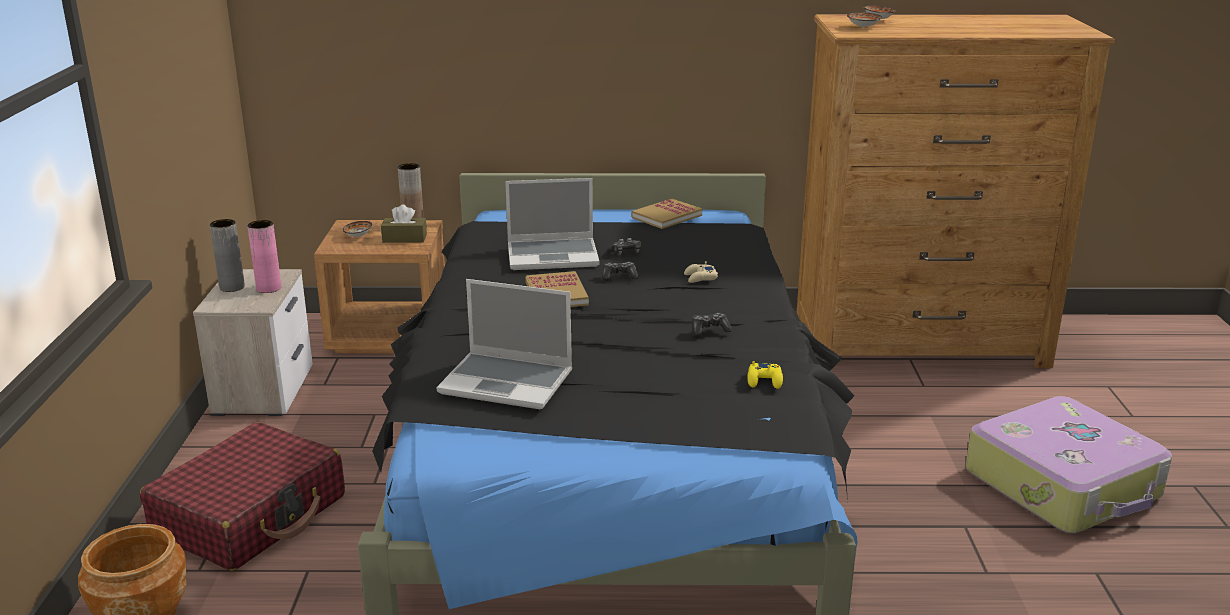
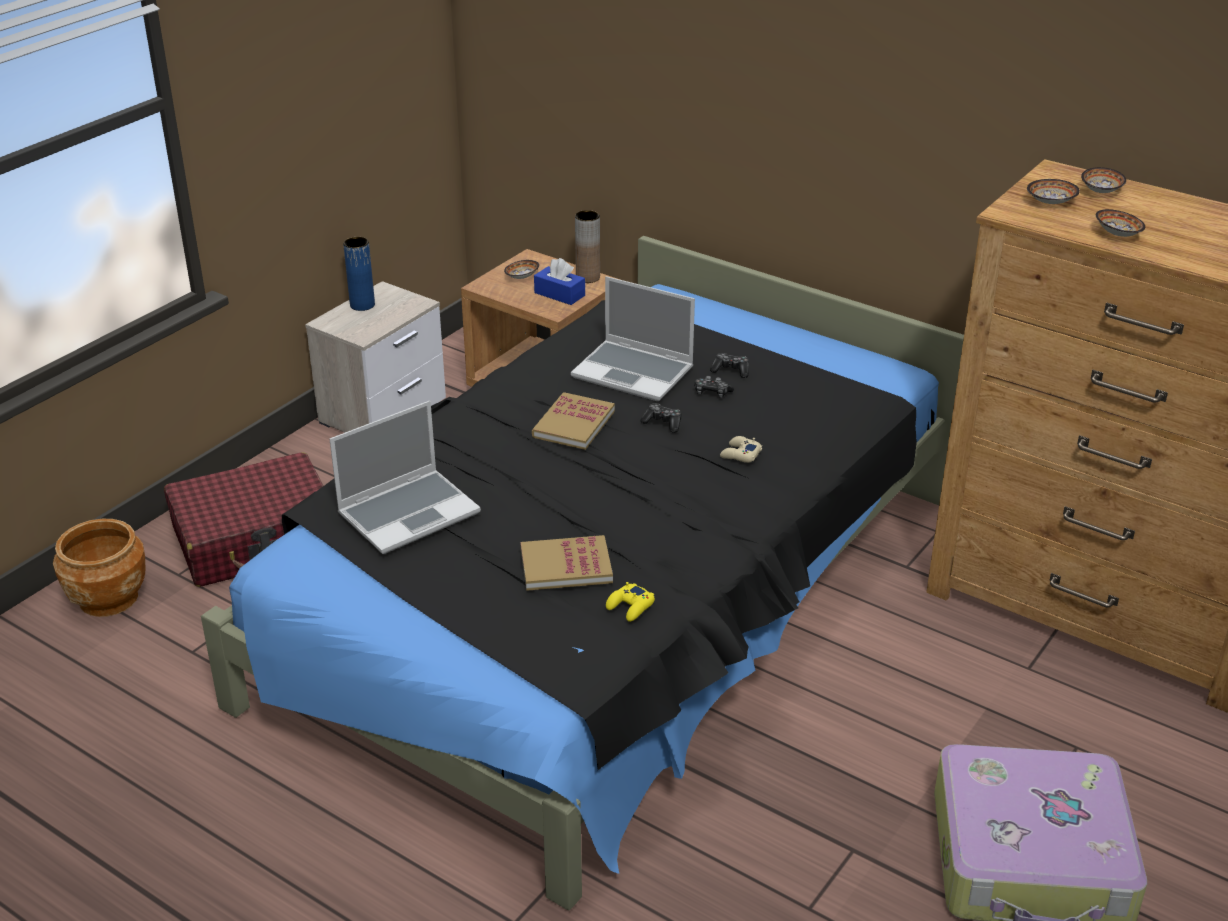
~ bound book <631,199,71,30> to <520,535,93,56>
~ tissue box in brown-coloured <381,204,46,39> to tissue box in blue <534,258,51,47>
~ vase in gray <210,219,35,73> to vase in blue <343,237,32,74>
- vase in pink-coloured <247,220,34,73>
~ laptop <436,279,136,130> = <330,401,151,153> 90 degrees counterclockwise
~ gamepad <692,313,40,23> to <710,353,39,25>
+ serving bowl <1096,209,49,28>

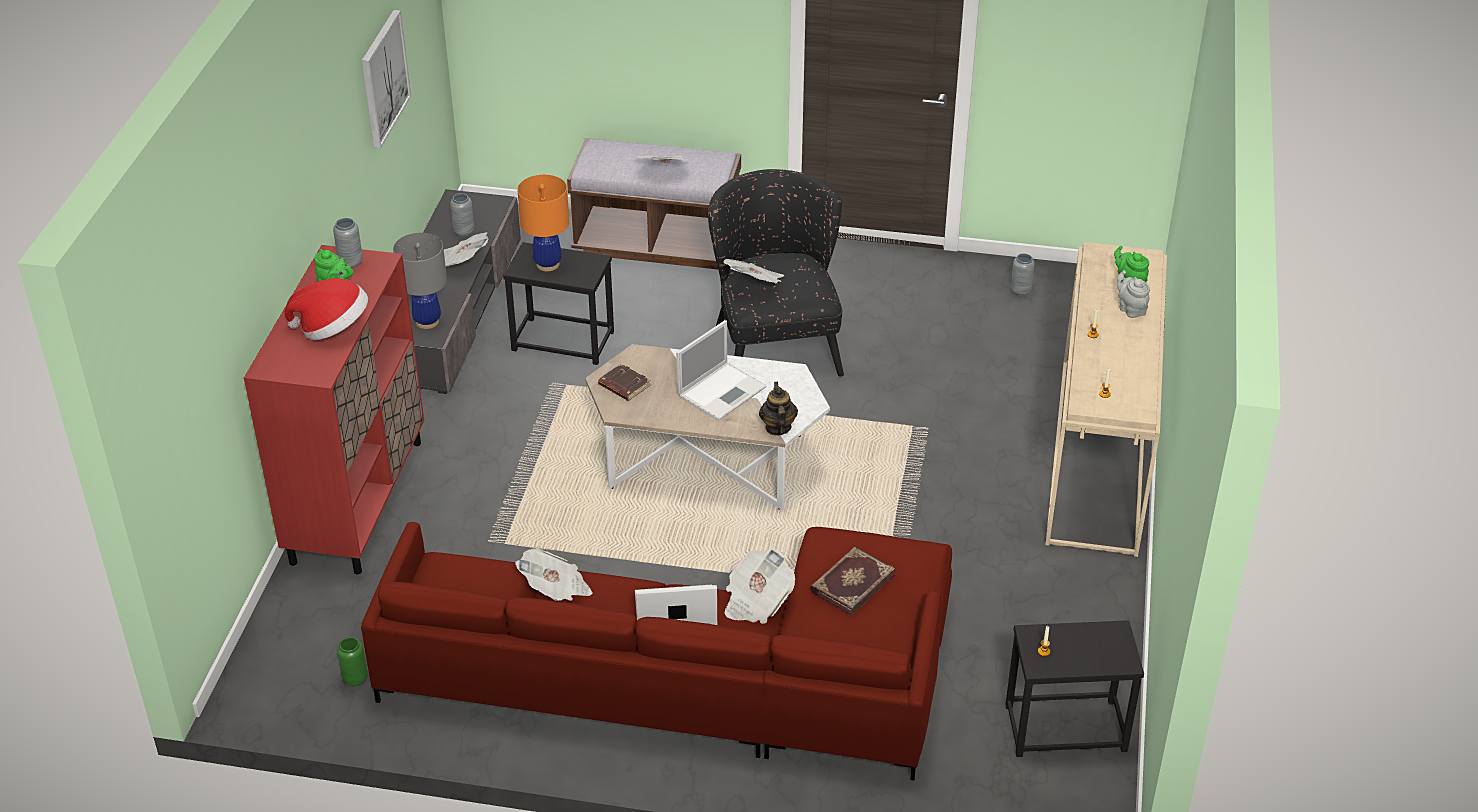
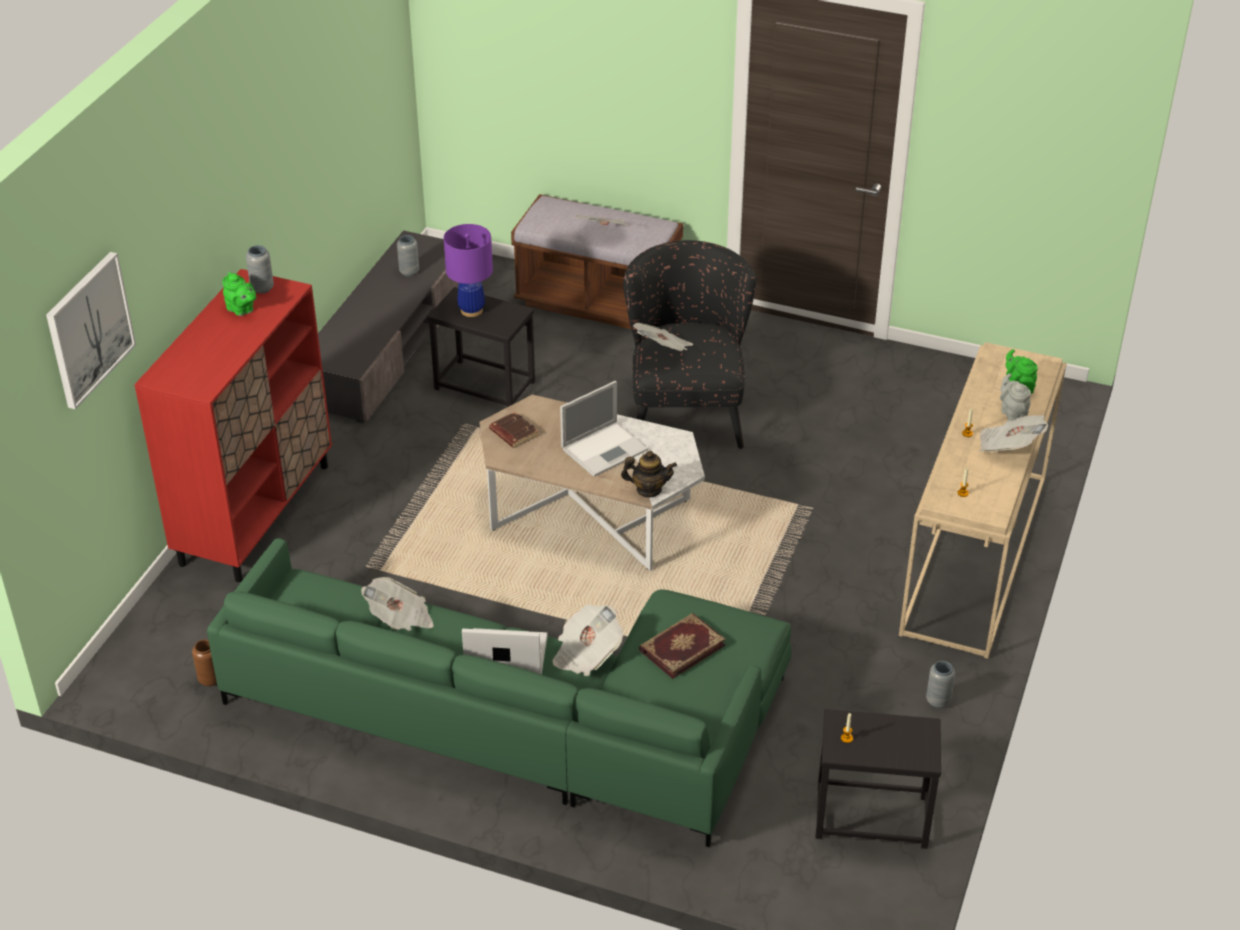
~ wall picture <362,10,49,138> to <46,252,90,158>
~ lamp for a table in orange-coloured <517,175,52,96> to lamp for a table in purplish <444,224,49,93>
~ newspaper <444,232,44,35> to <980,415,68,37>
- lamp for a table in gray <393,233,54,96>
~ vase in gray <1011,253,24,43> to <926,661,29,47>
- hat <284,278,84,62>
~ teapot <759,382,39,54> = <621,451,56,46> 90 degrees clockwise
~ settee in reddish <361,522,591,259> to settee in green <207,538,584,310>
~ vase in green <337,637,31,49> to vase in brown-coloured <192,639,25,47>

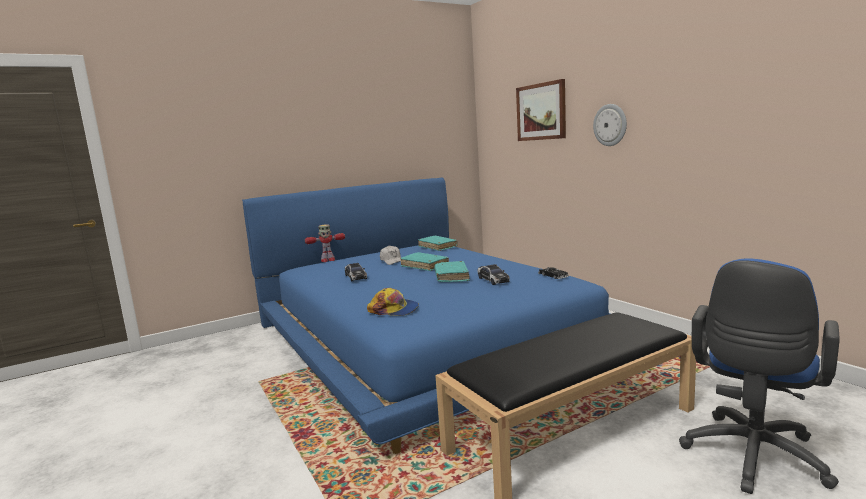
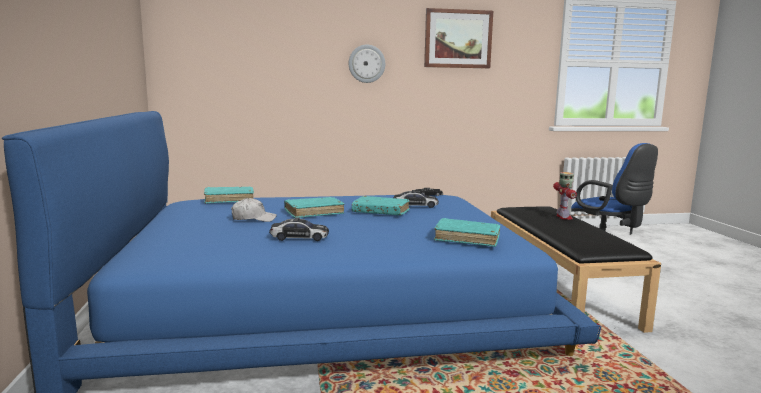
~ wall picture <516,79,50,62> to <424,8,69,60>
~ robot figure <305,224,40,38> to <553,172,24,48>
~ peaked cap <367,288,52,28> to bound book in turquoise <434,218,66,29>

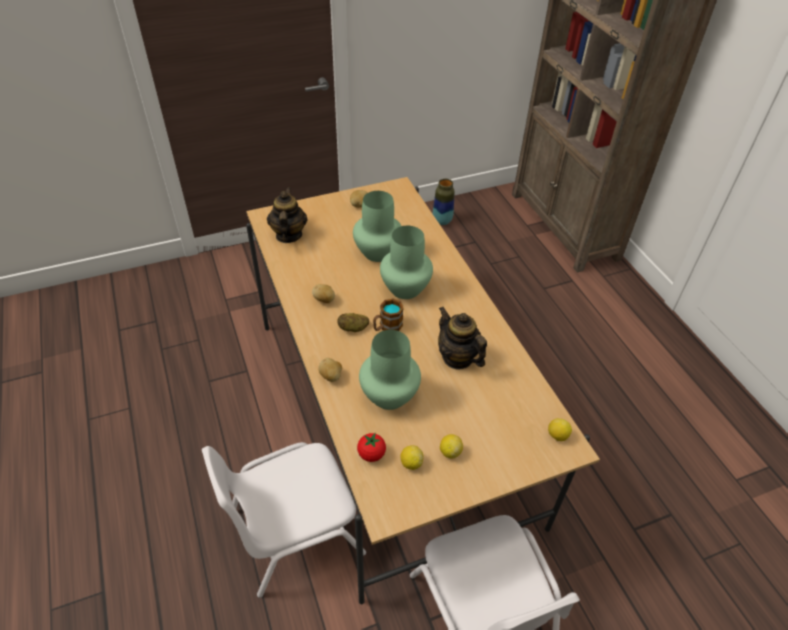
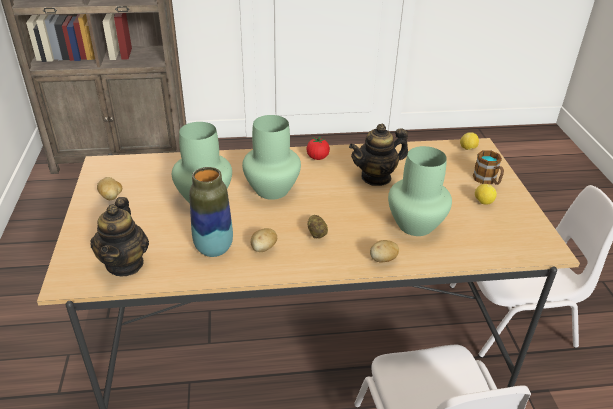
~ vase <433,179,22,46> to <189,167,44,90>
~ teapot <267,187,41,56> = <90,197,59,79> 105 degrees counterclockwise
~ tea mug <373,299,31,32> to <473,150,31,35>
~ tomato <357,433,29,29> to <306,136,24,24>
- lemon <400,445,23,25>

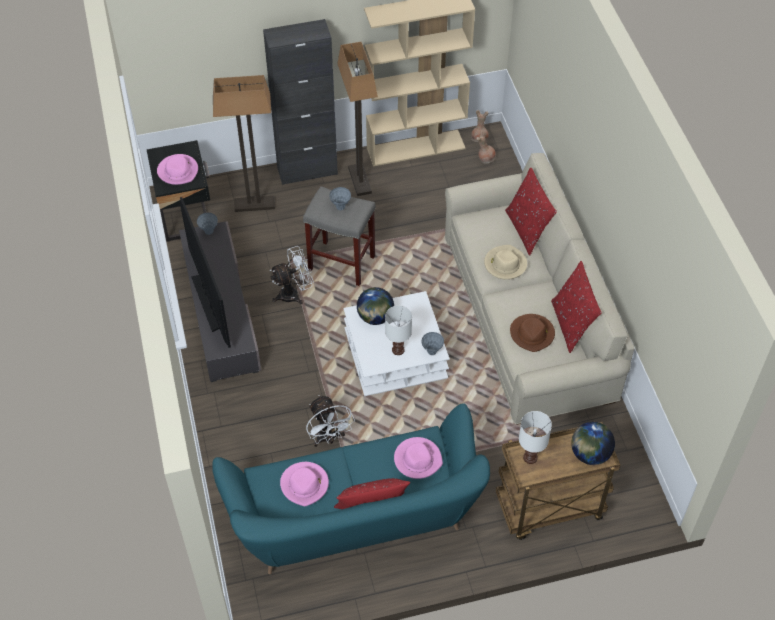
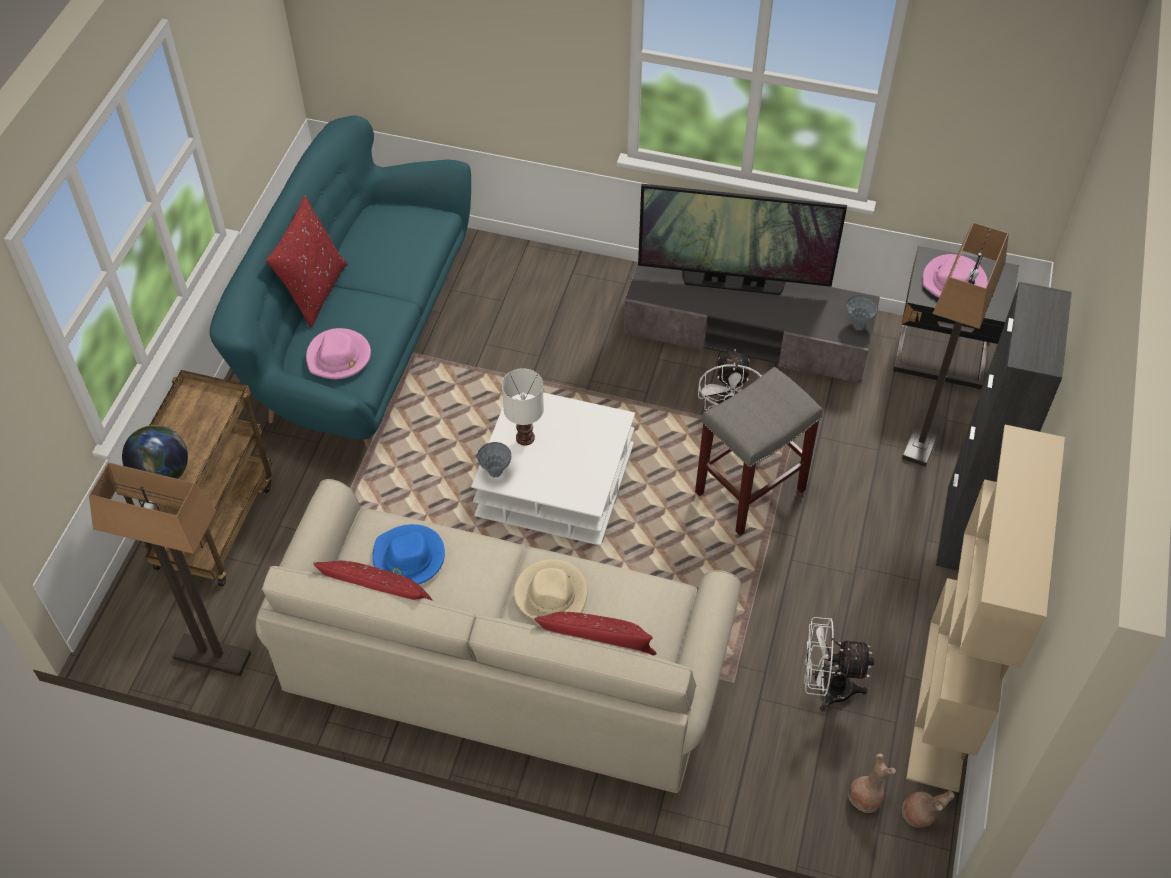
~ floor lamp <337,42,41,154> to <89,462,162,214>
- vase in gray <329,187,22,23>
- world globe <357,287,37,38>
~ hat in brown-coloured <510,314,45,38> to hat in blue <372,524,73,61>
~ fan in whitish <306,395,49,52> to <804,617,70,94>
- lamp for a table in whitish <519,411,33,53>
- hat in pink-coloured <280,462,49,44>

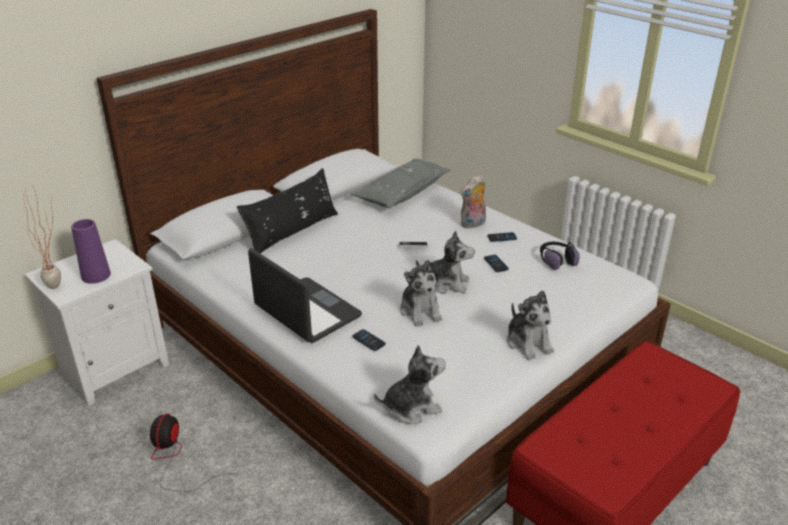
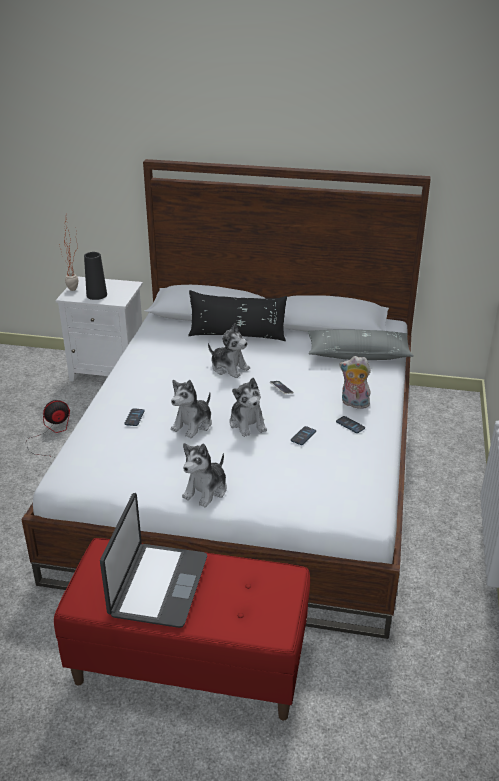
~ vase in purplish <71,219,40,65> to vase in black-coloured <84,252,23,48>
- headset <540,242,40,28>
~ laptop <248,248,114,95> to <100,493,107,135>
~ cuddly toy <374,345,72,78> to <208,323,42,55>

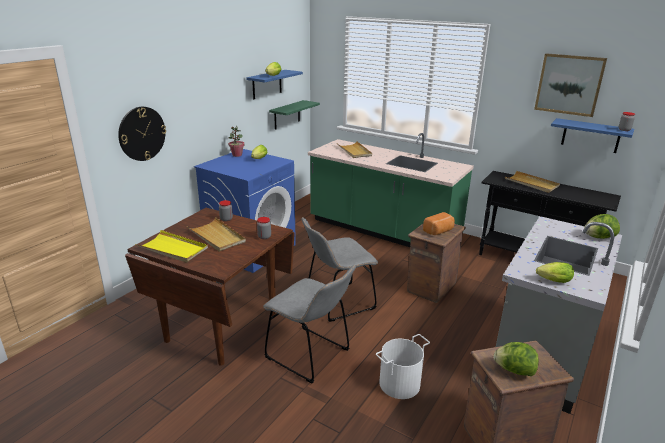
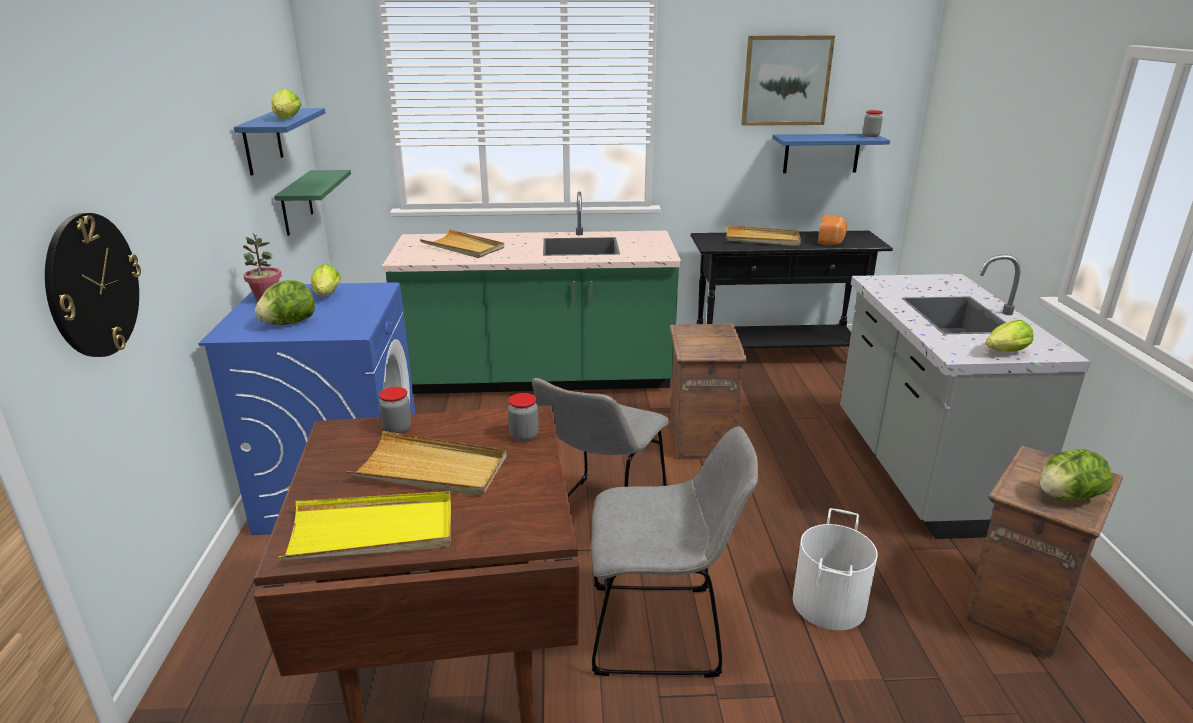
~ bakery bread <423,212,32,23> to <818,215,29,30>
~ lettuce head <584,214,36,25> to <255,280,60,45>

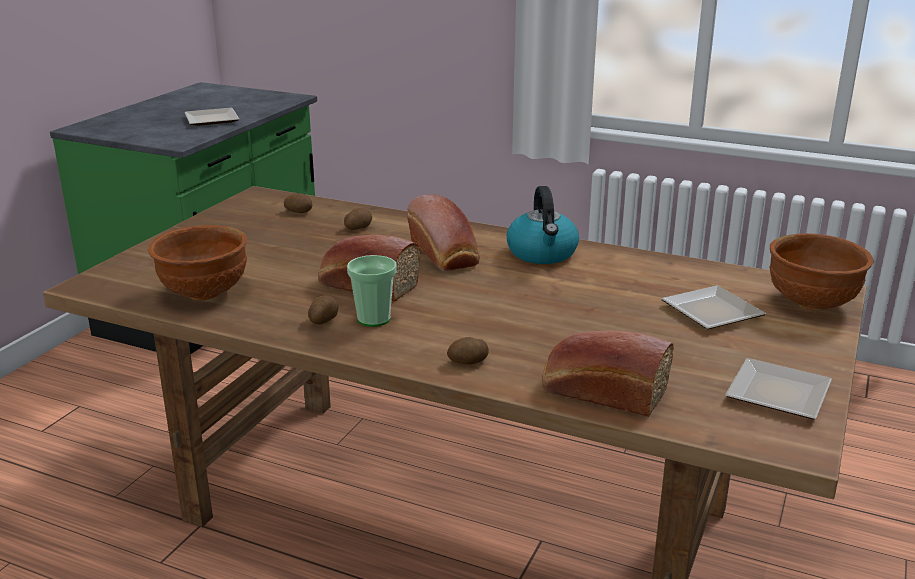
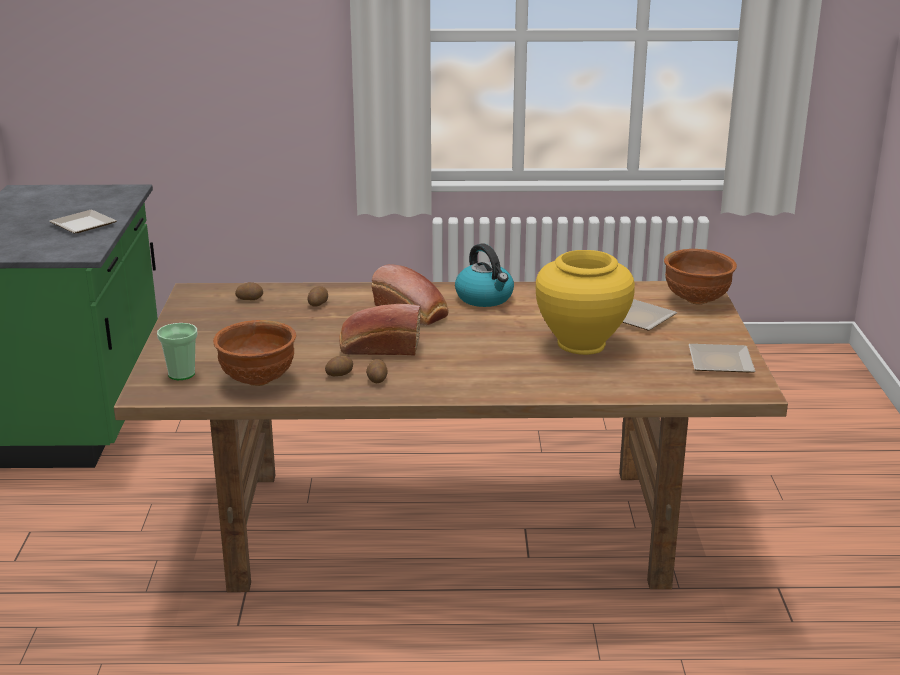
~ drinking cup <347,255,50,72> to <157,323,40,57>
- bakery bread <542,331,132,86>
~ whole potato <447,337,42,27> to <325,356,28,20>
+ vase in yellow <536,250,99,105>

